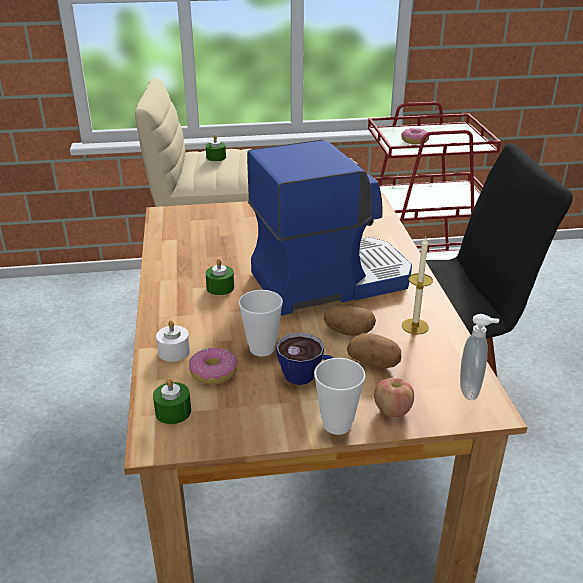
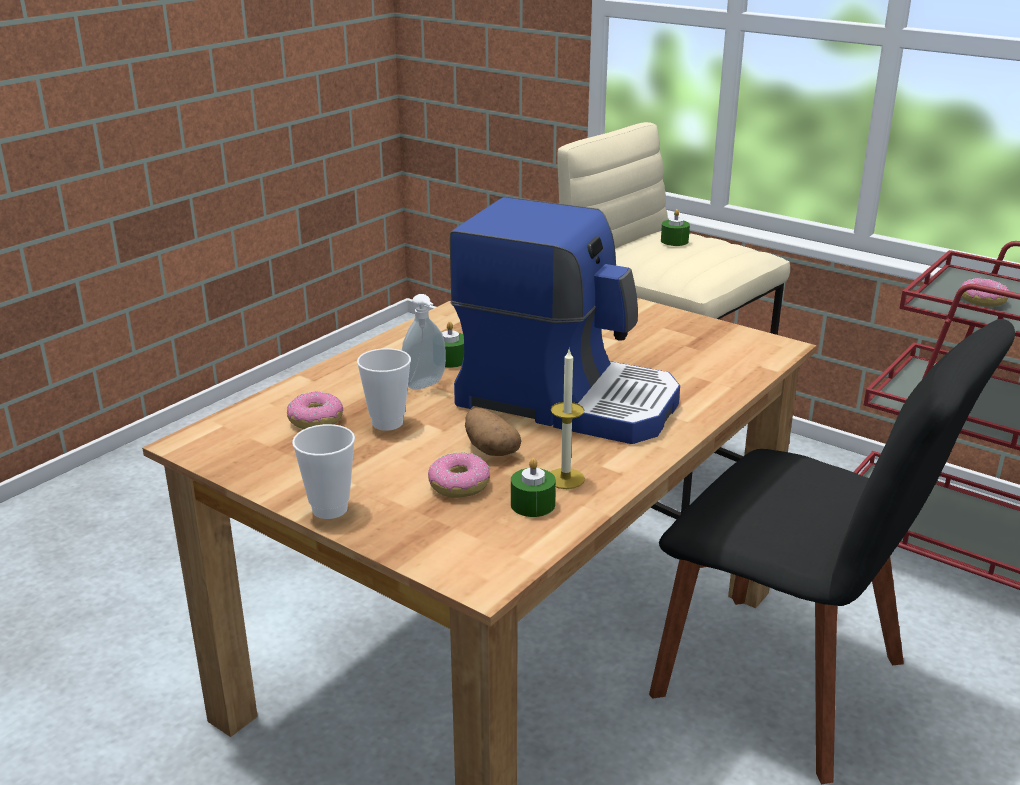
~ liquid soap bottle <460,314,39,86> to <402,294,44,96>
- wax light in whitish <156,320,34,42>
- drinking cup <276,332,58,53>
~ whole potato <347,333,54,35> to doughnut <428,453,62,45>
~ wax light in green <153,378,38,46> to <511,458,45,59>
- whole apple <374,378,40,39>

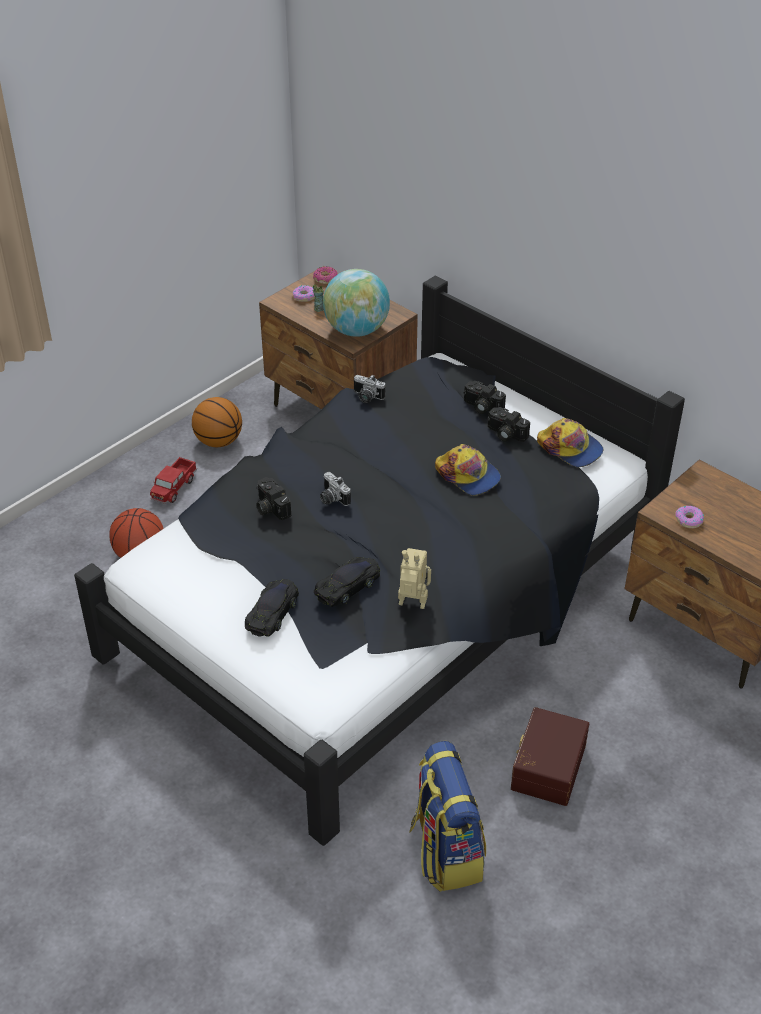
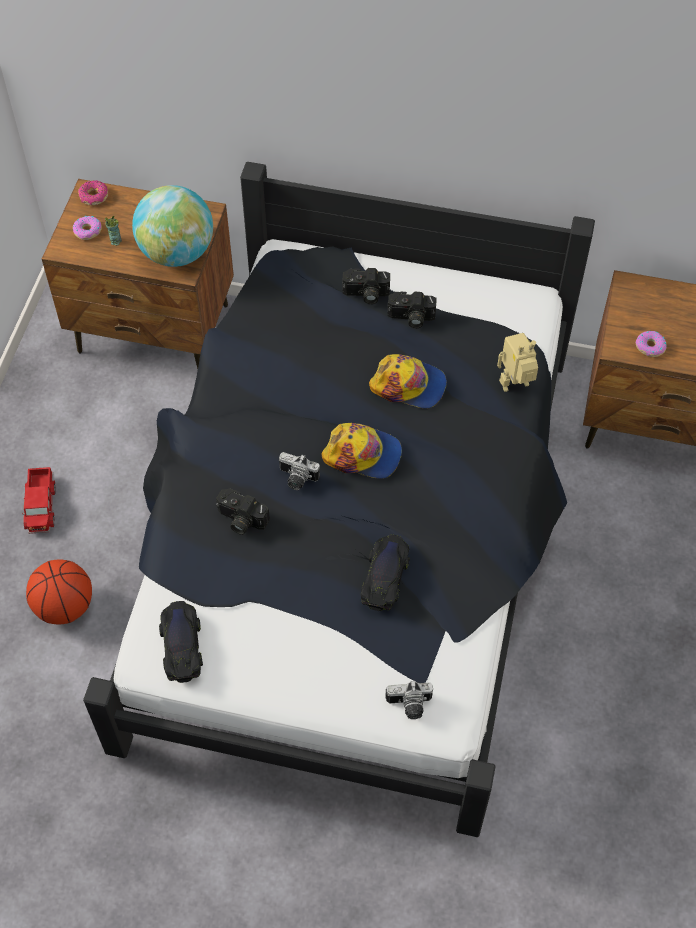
~ still camera <354,375,32,28> to <385,681,48,38>
- basketball <192,397,50,50>
~ peaked cap <537,418,67,49> to <321,423,81,56>
~ robot figure <398,548,33,61> to <497,333,41,59>
~ model car in black-coloured <245,579,54,58> to <159,601,44,82>
- storage container in brown-coloured <511,707,78,99>
- rucksack <409,741,77,151>

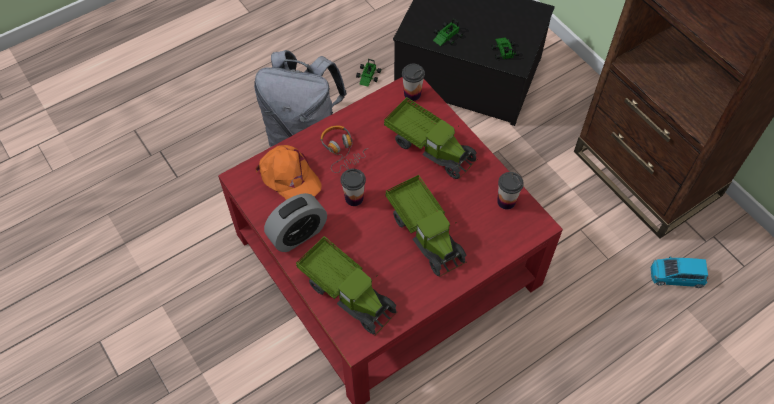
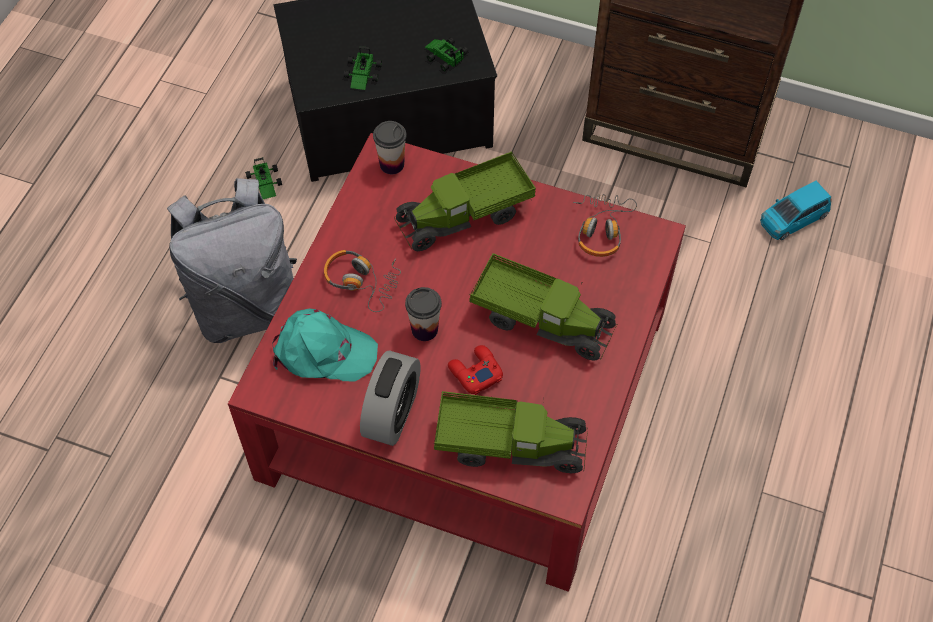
~ toy truck <384,97,94,82> = <394,151,142,100> 150 degrees clockwise
~ peaked cap in orange-coloured <255,145,67,55> to peaked cap in turquoise <272,308,106,74>
~ drinking cup <497,172,27,38> to headset <573,194,64,63>
+ gamepad in reddish <448,345,55,50>

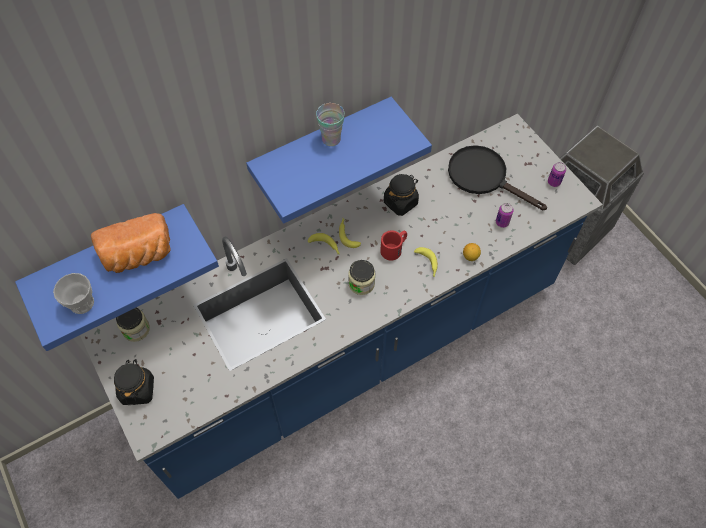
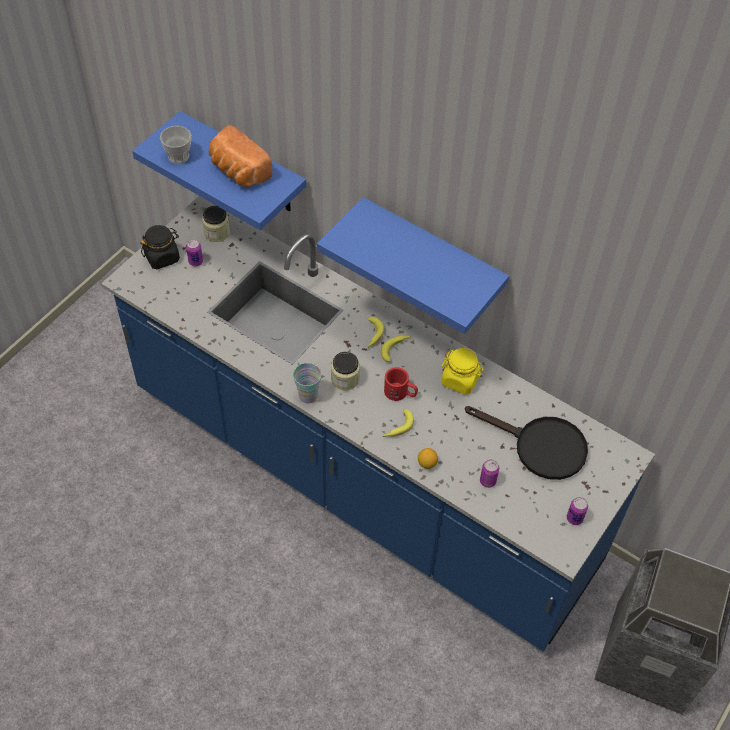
~ drinking cup <316,103,29,43> to <293,363,28,41>
~ frying pan in black-coloured <448,145,99,65> = <465,406,123,74> 105 degrees clockwise
~ jar in black-coloured <384,174,35,42> to jar in yellow <441,348,43,47>
+ can <186,239,17,28>

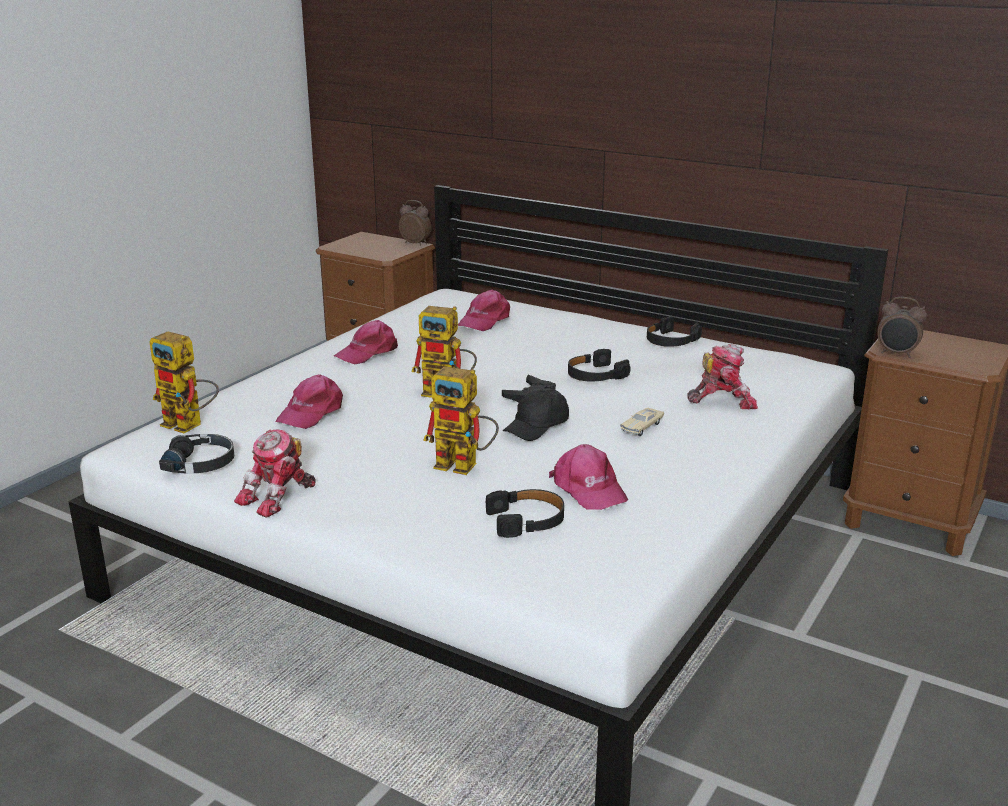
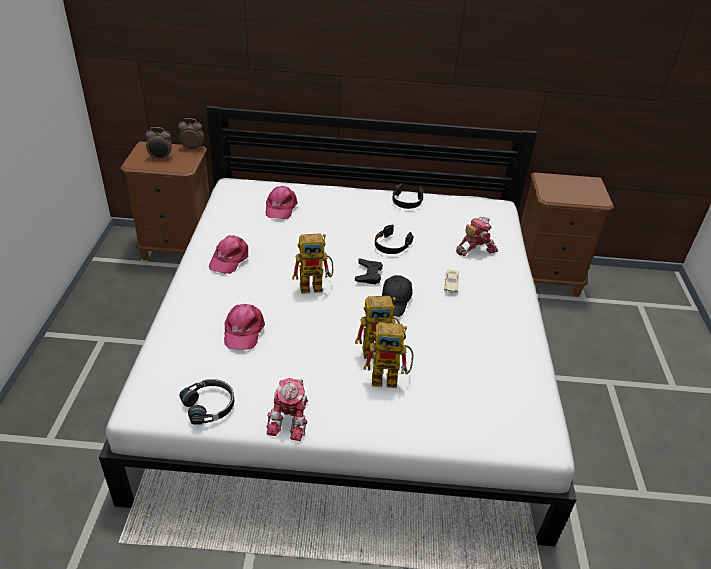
~ alarm clock <878,297,49,61> to <145,127,27,33>
~ robot figure <149,332,70,101> to <364,322,50,66>
- peaked cap in pink-coloured <549,444,79,66>
- headset in black-coloured <486,489,78,49>

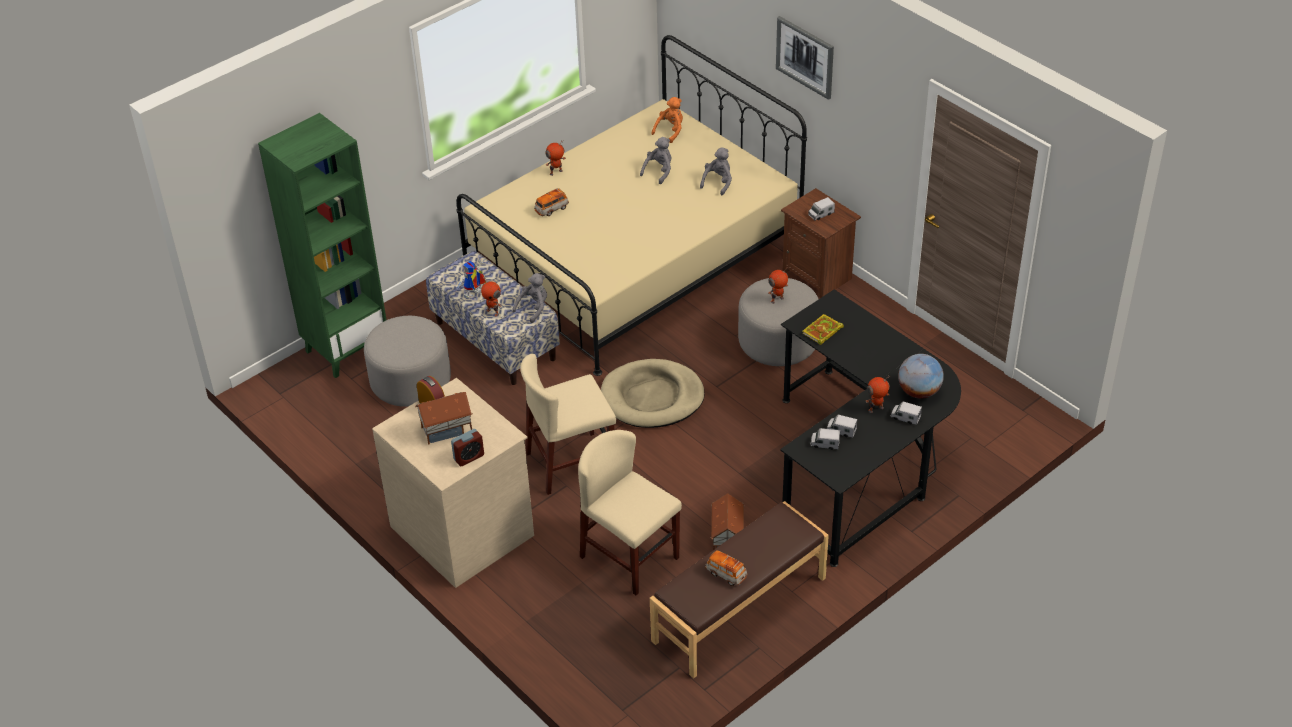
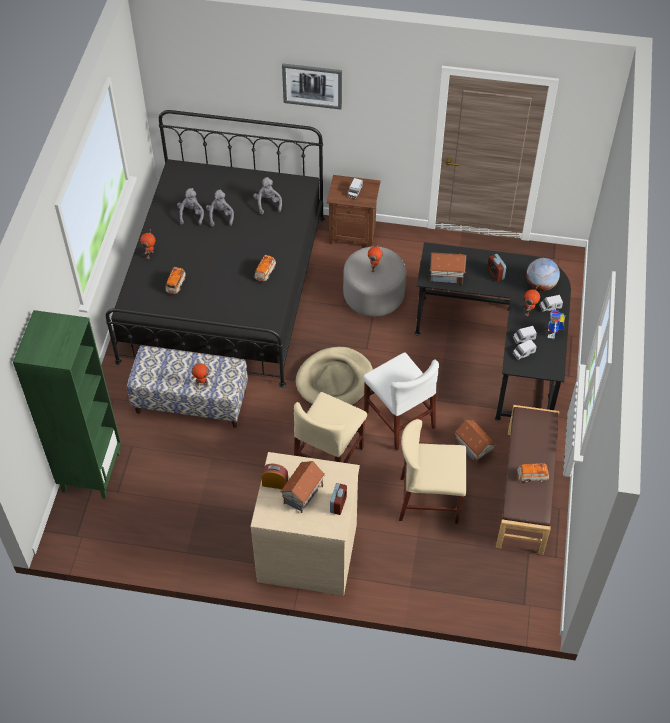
~ sleeping bed in sand-coloured <457,35,350,341> to sleeping bed in black-coloured <106,110,219,278>
- cuddly toy in orange-coloured <652,97,31,46>
~ robot figure <456,259,30,40> to <548,303,18,36>
~ cuddly toy in gray <512,273,35,50> to <177,188,27,37>
~ bound book <802,314,42,31> to toy house <430,252,36,33>
- footrest in gray <364,316,87,91>
+ alarm clock <487,254,20,28>
+ model car <254,255,22,27>
+ upright chair in whitish <363,353,76,98>

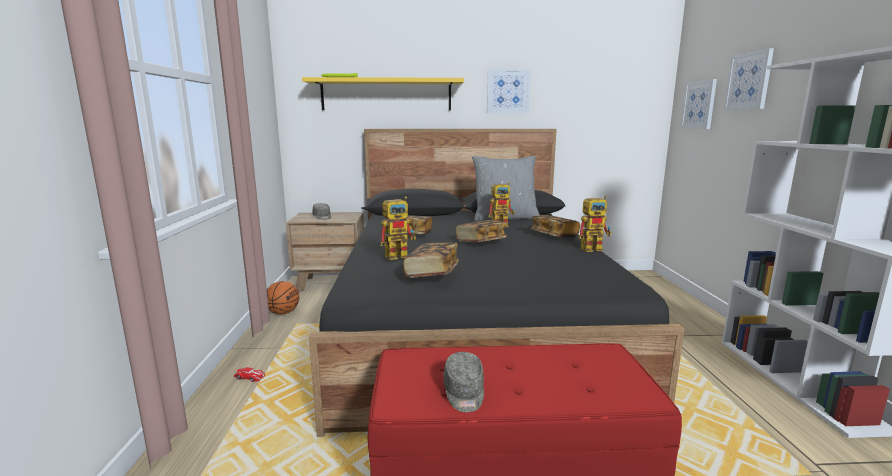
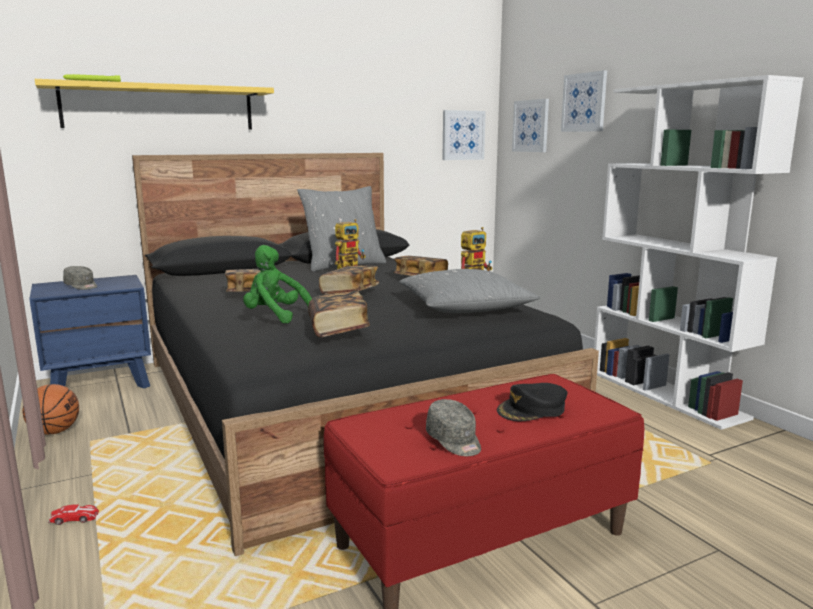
~ wall picture <487,68,44,45> to <442,110,44,50>
~ robot figure <380,196,36,64> to cuddly toy in green <243,245,69,79>
~ bedside table in brown-coloured <286,212,78,81> to bedside table in blue <29,275,122,114>
+ pillow in gray <399,269,141,44>
+ peaked cap in black-coloured <497,383,70,39>

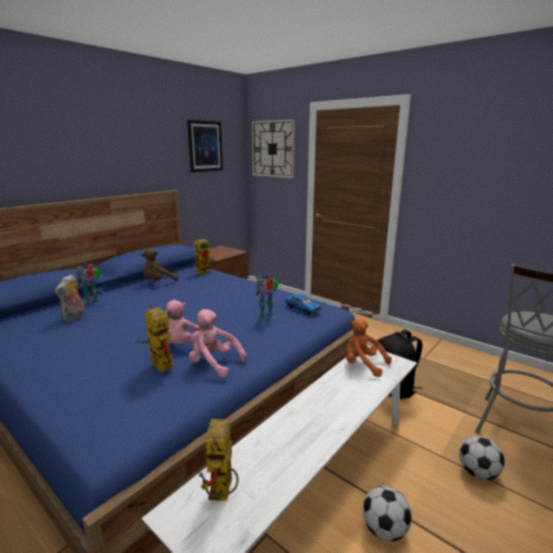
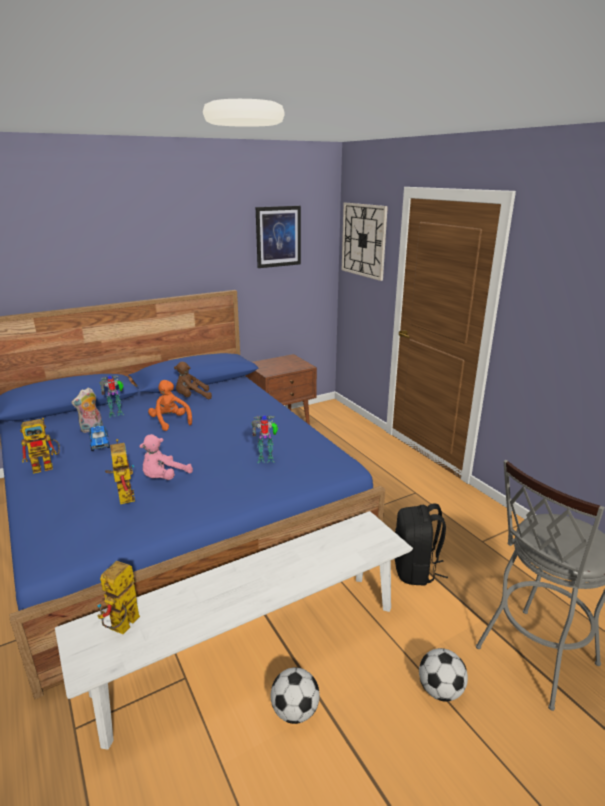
~ robot figure <194,237,21,38> to <20,418,40,56>
~ model car <285,294,37,21> to <89,425,21,26>
- cuddly toy in pink-coloured <189,309,58,69>
~ cuddly toy in orange-coloured <346,318,46,59> to <148,380,44,51>

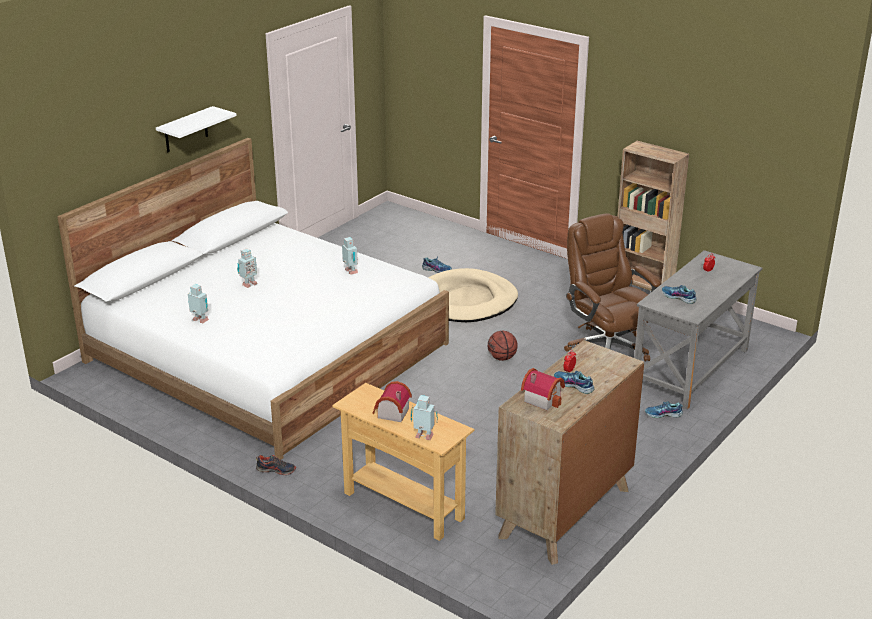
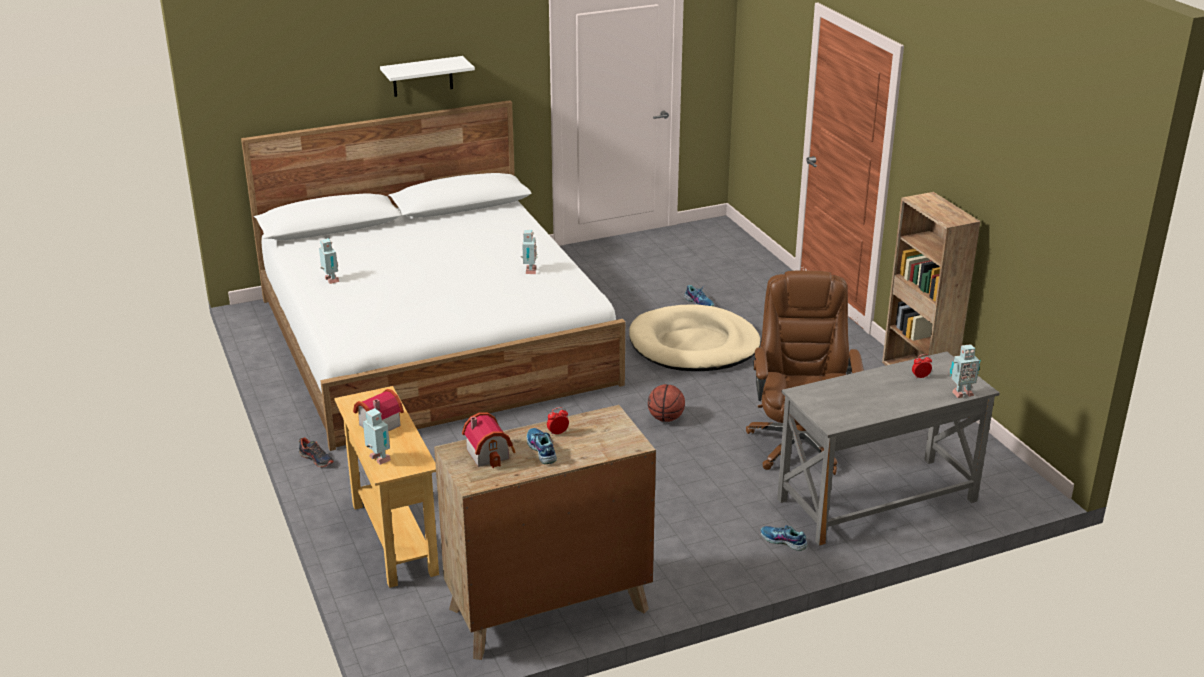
~ robot figure <237,248,21,40> to <950,344,31,54>
- shoe <662,285,35,19>

